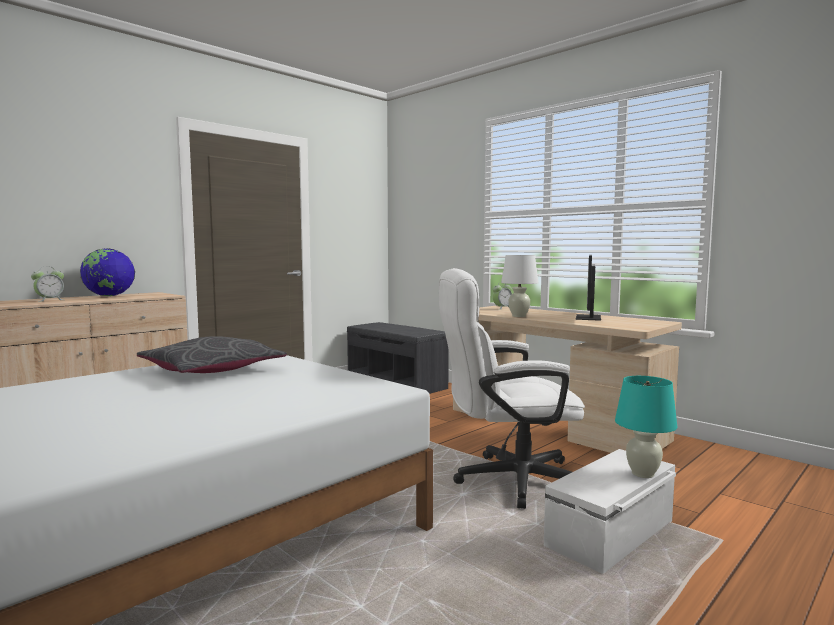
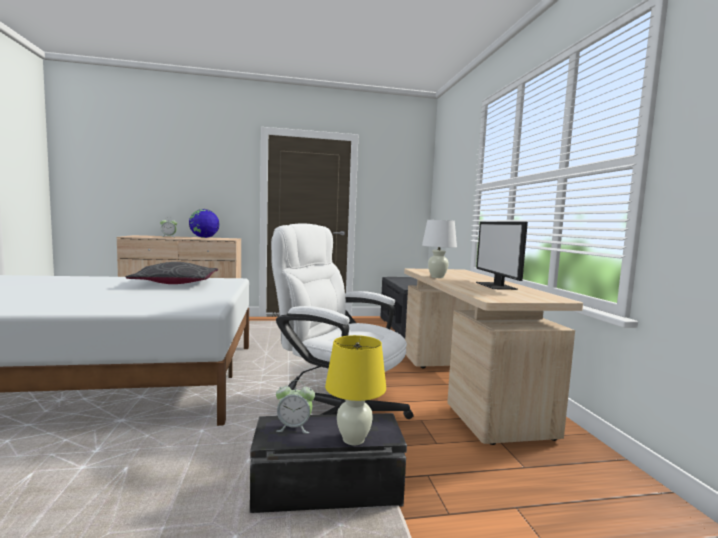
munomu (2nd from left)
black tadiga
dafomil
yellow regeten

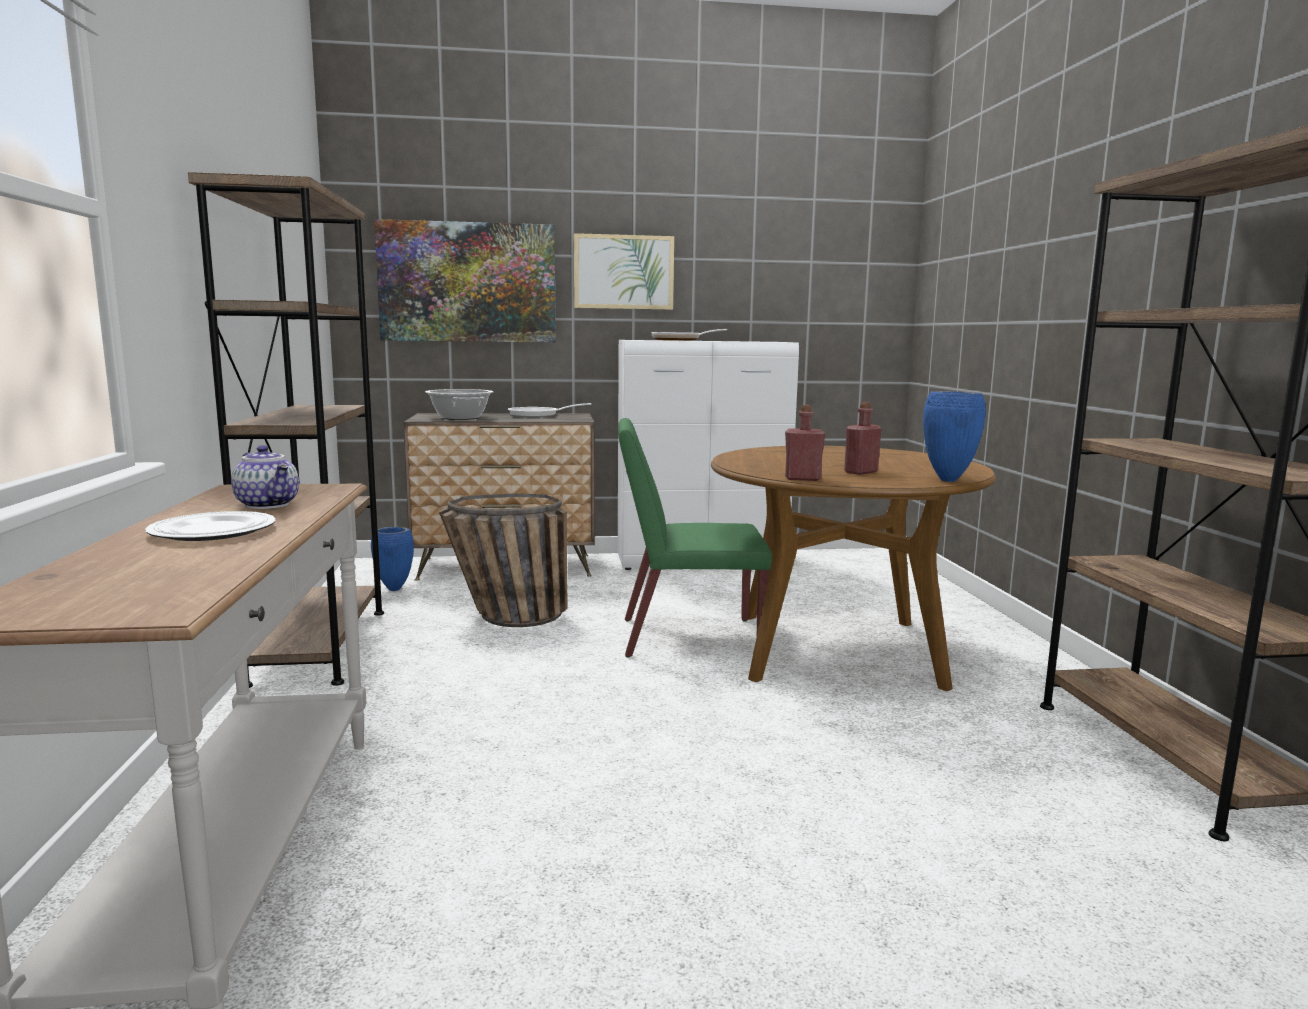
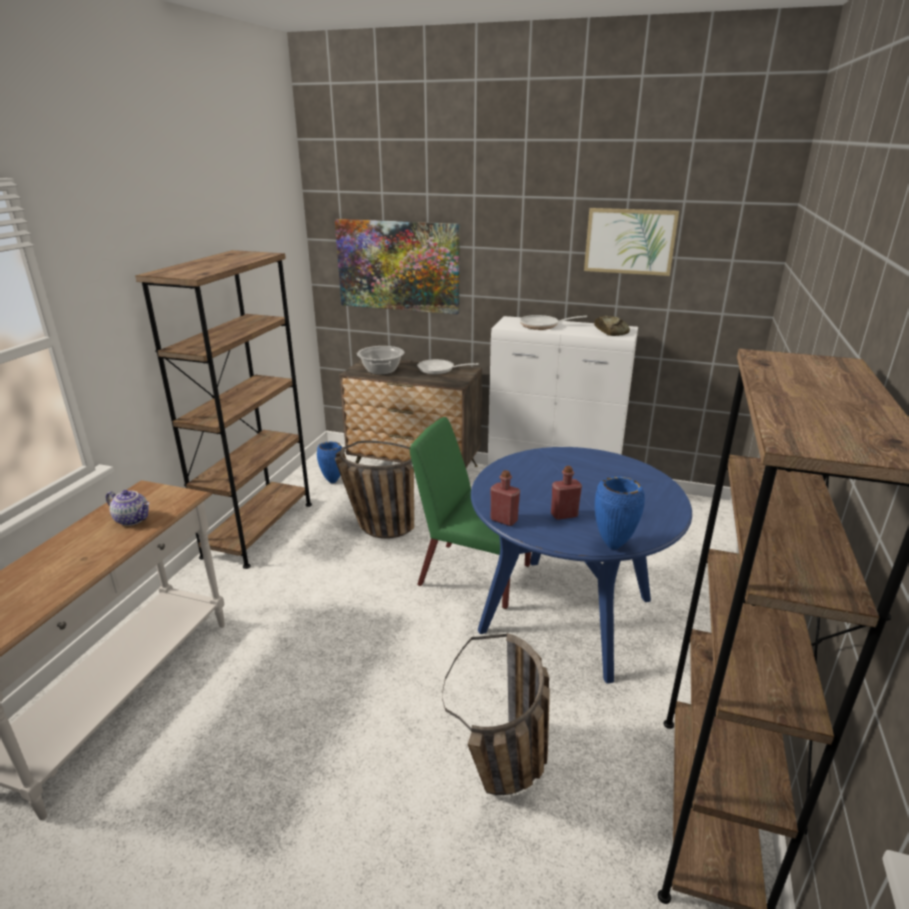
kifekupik
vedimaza
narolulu (2nd from left)
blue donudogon
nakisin (2nd from left)
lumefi

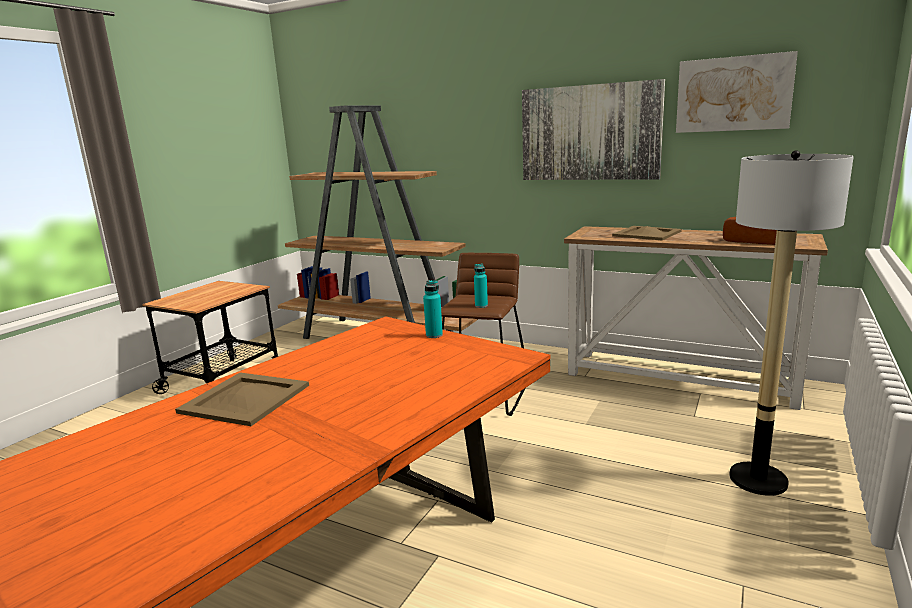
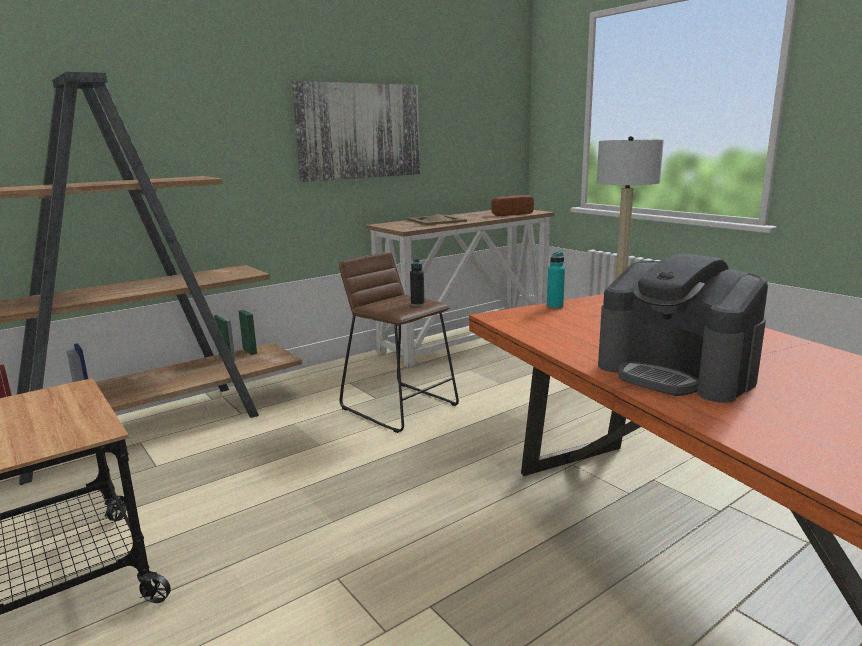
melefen
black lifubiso
narolulu (2nd from left in the first image)

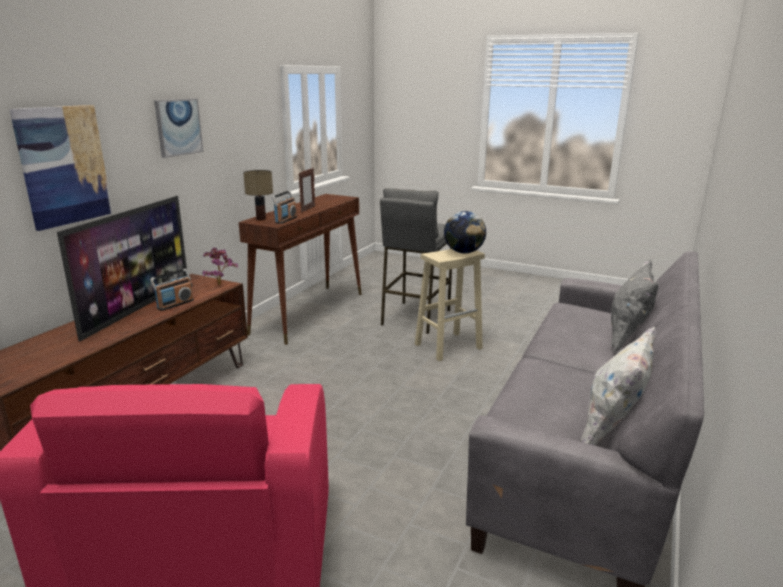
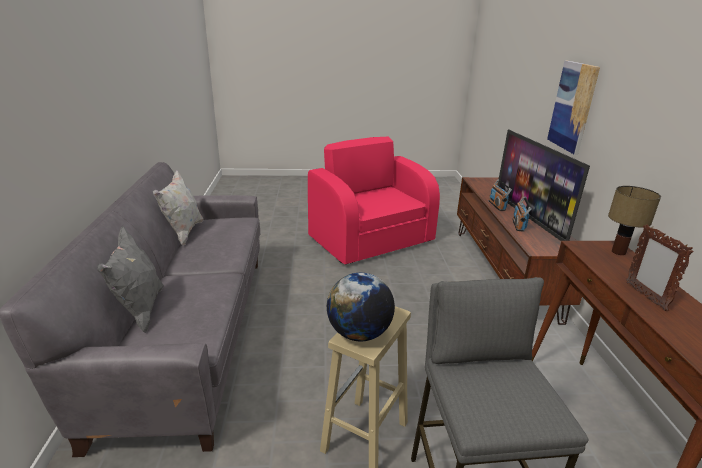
narolulu (2nd from left in the first image)
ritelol
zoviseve (1st from left)

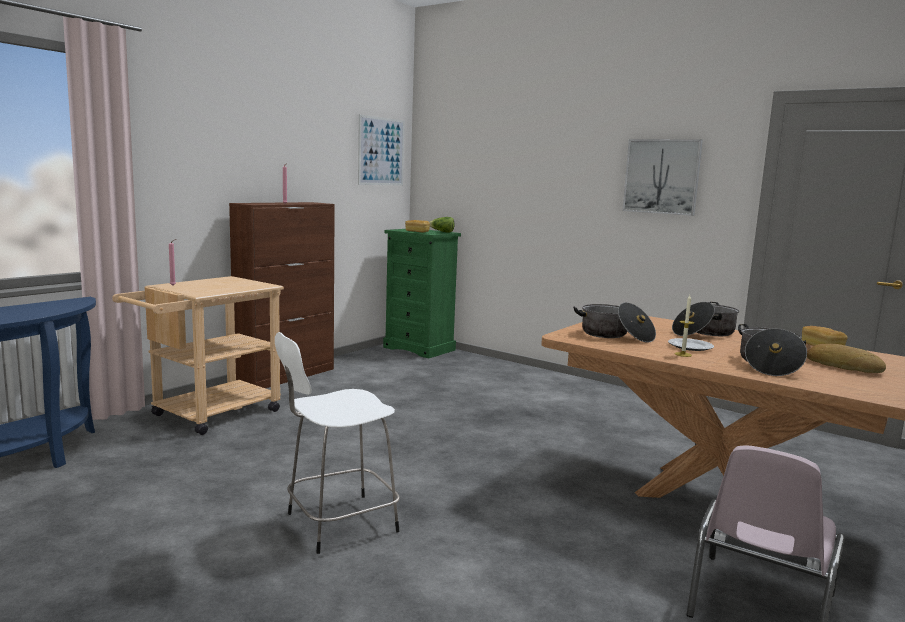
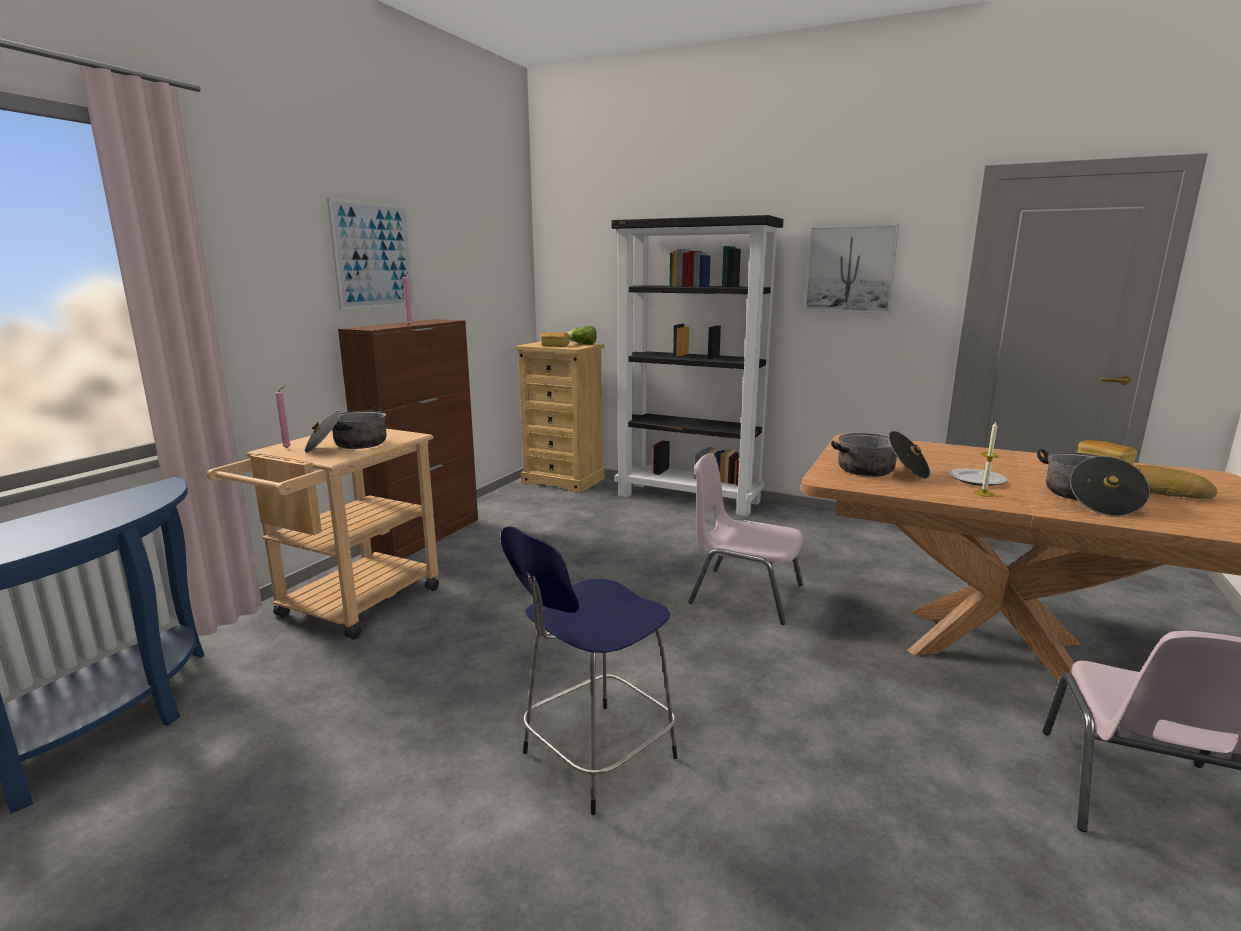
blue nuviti
narolulu (1st from left)
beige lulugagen
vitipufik (1st from left)
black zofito
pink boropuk (1st from left)

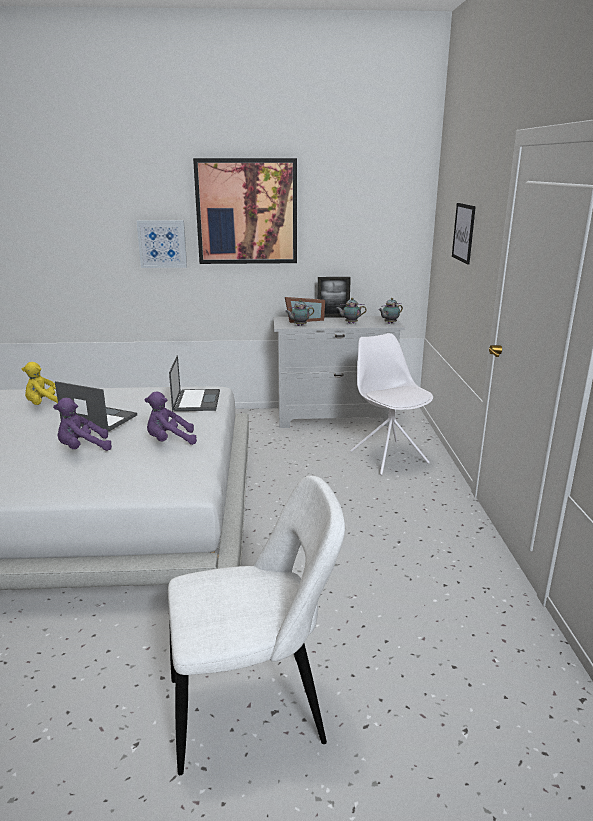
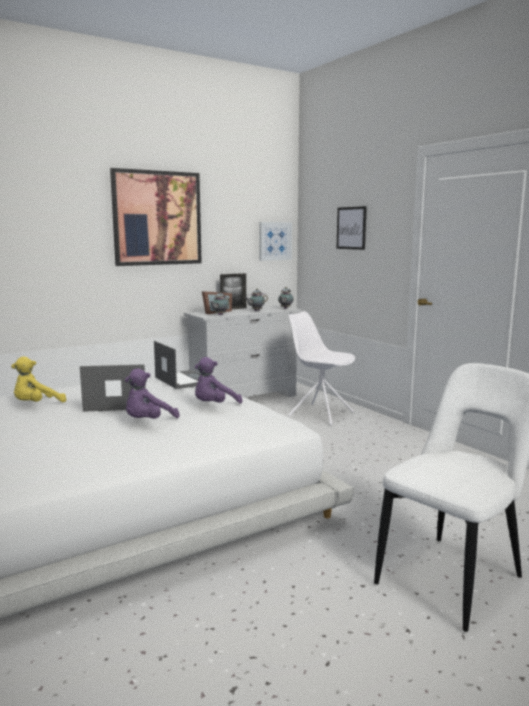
narolulu (2nd from left)

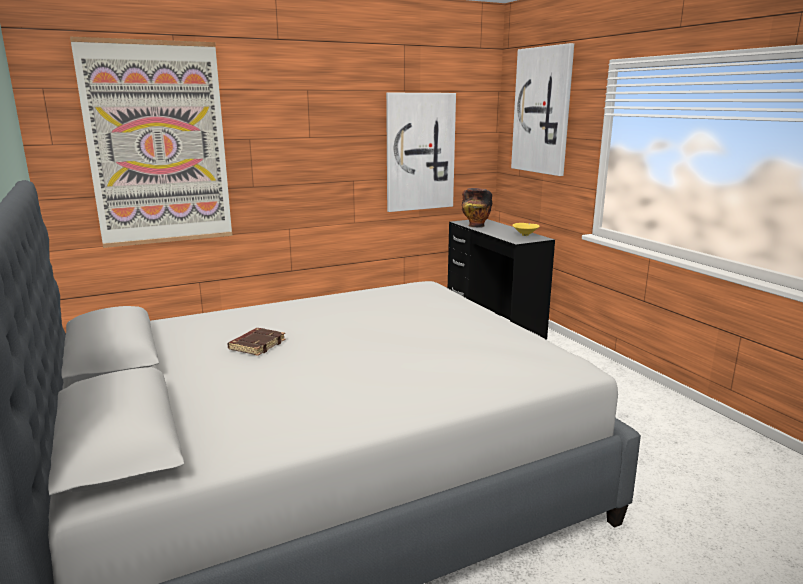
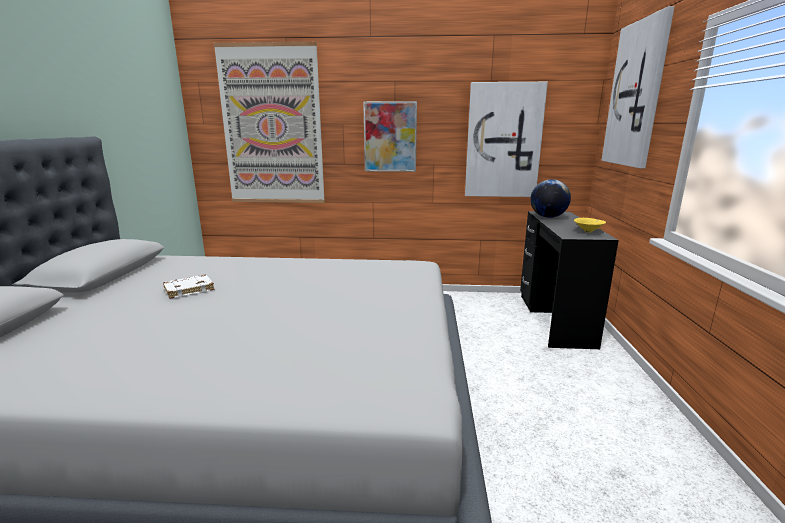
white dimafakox
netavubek
narolulu (2nd from left)

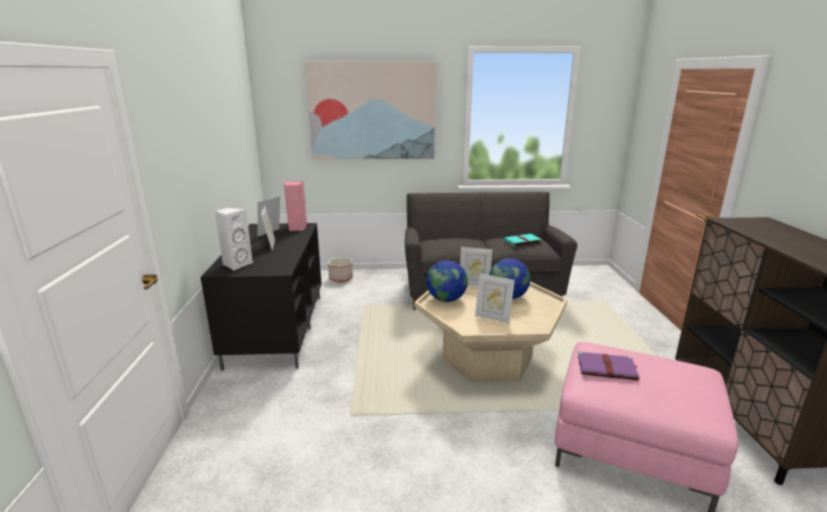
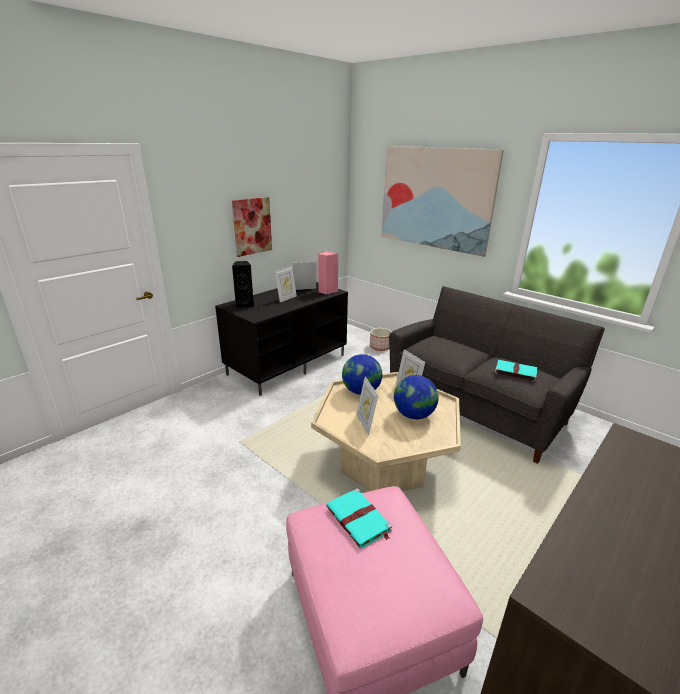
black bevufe
turquoise dimafakox (1st from left)
narolulu (1st from left)

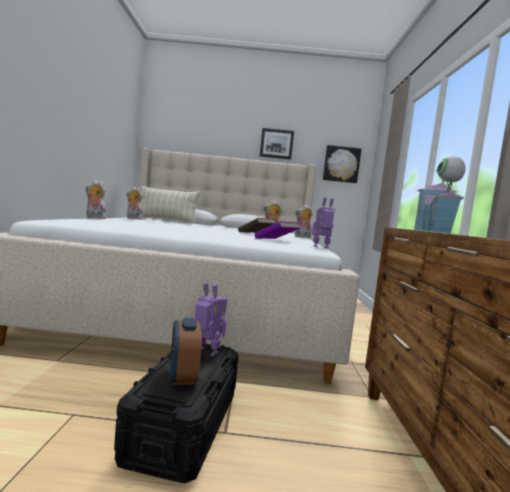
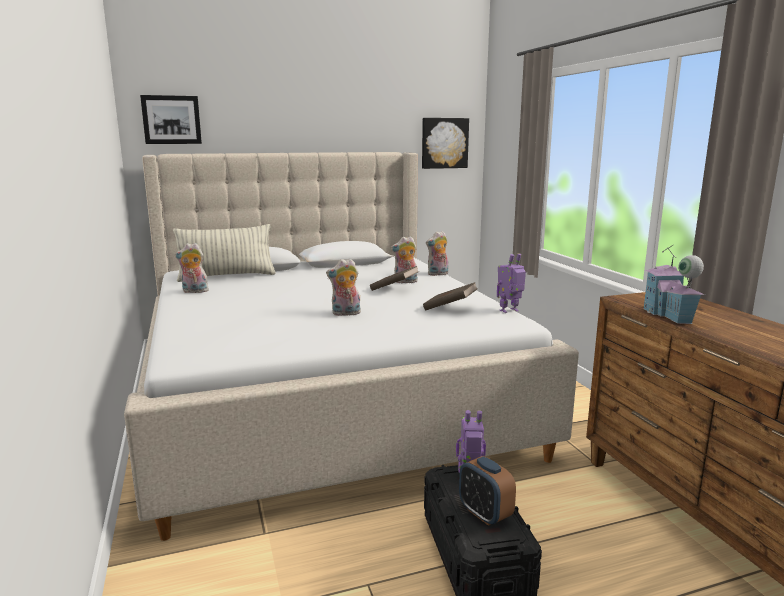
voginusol (2nd from left)
brown dimafakox (2nd from left)
narolulu (1st from left)

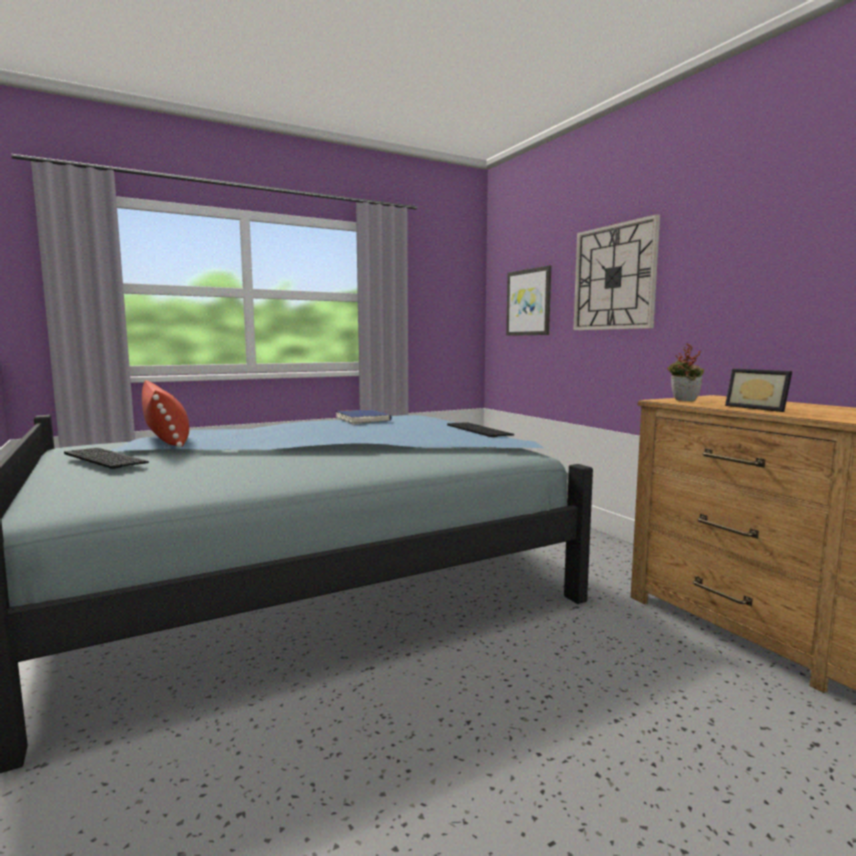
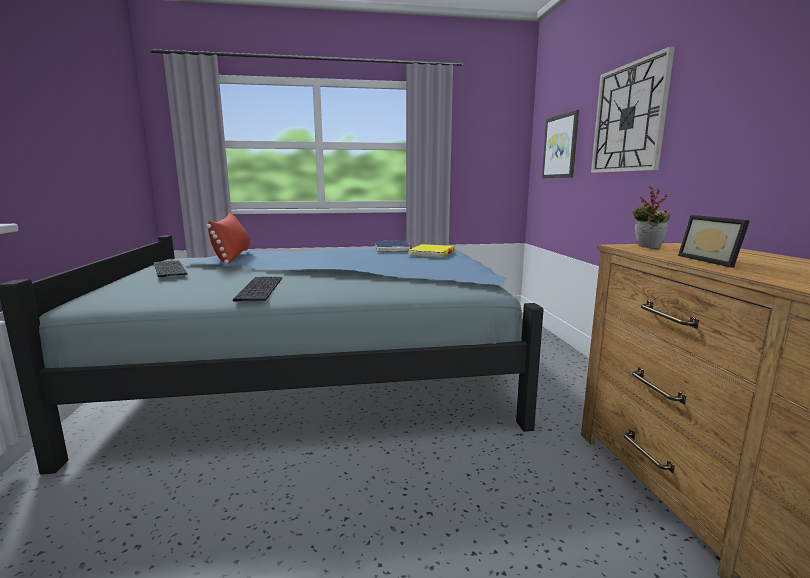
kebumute (2nd from left)
yellow dimafakox

